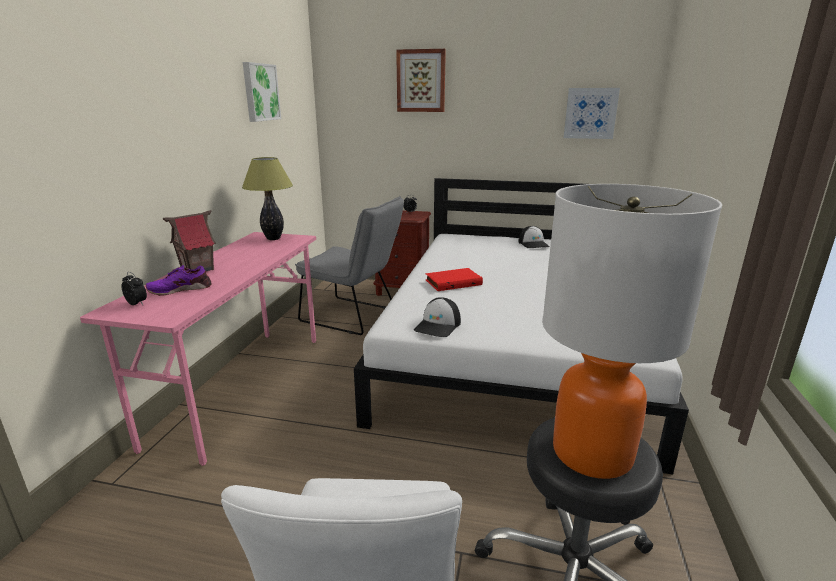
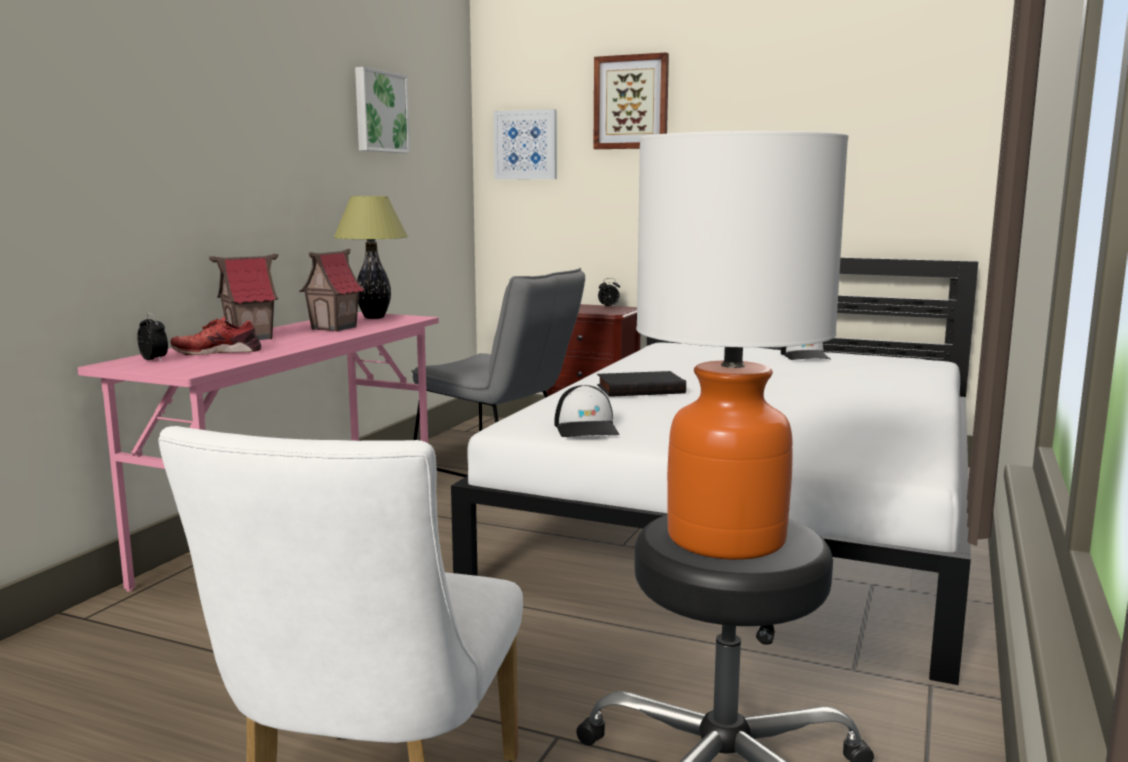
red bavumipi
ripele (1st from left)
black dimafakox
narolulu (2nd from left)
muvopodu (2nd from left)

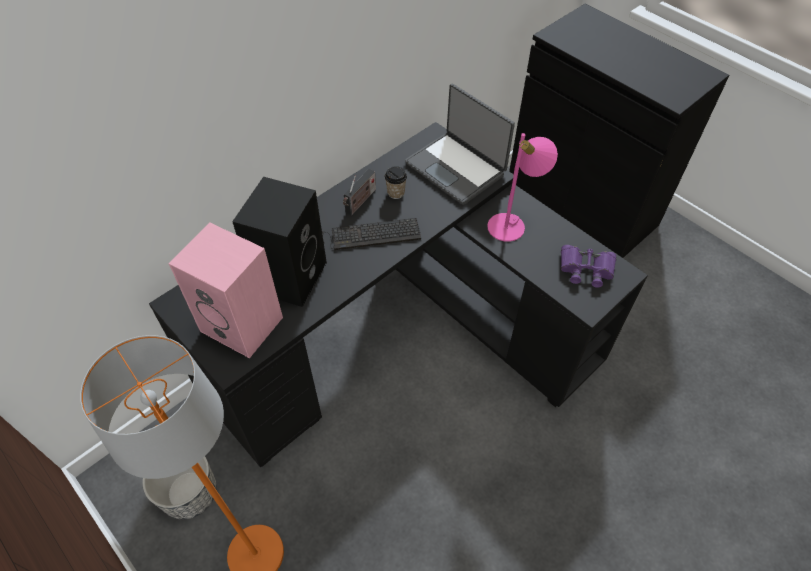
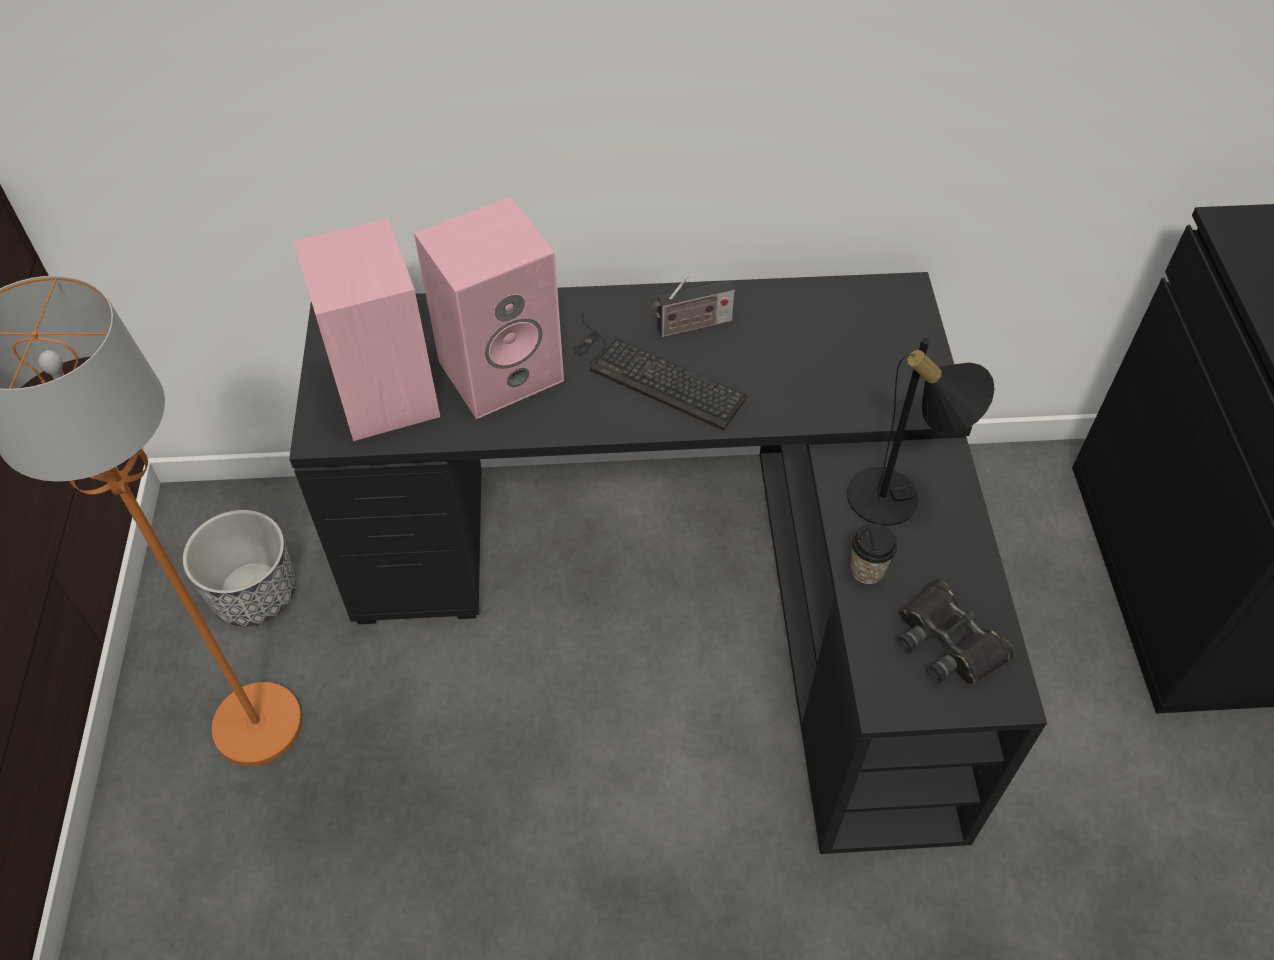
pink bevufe (2nd from left)
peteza
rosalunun
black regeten
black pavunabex

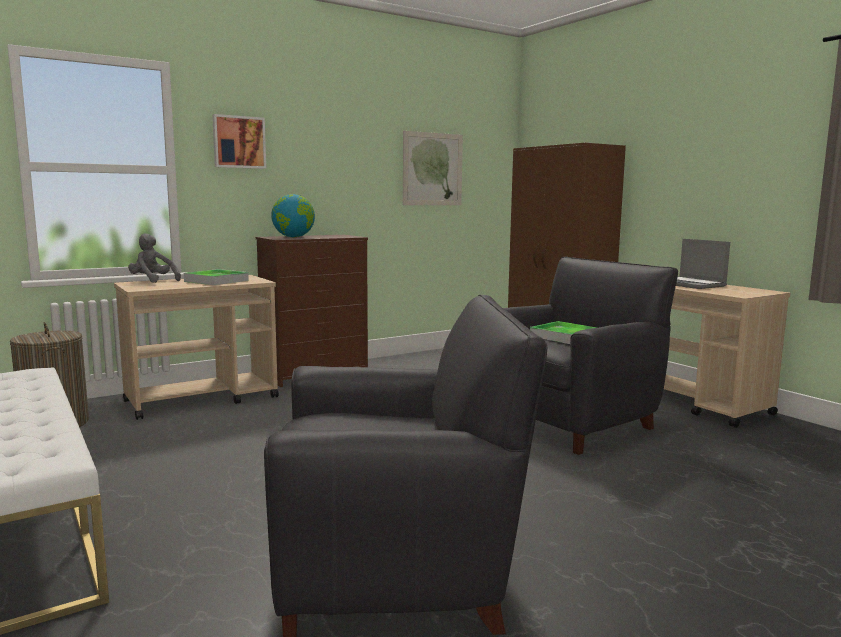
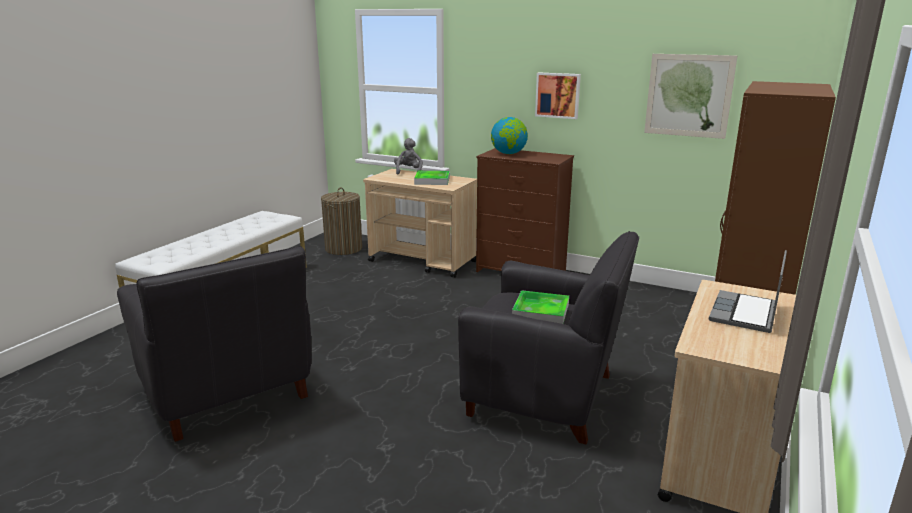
narolulu (1st from left)

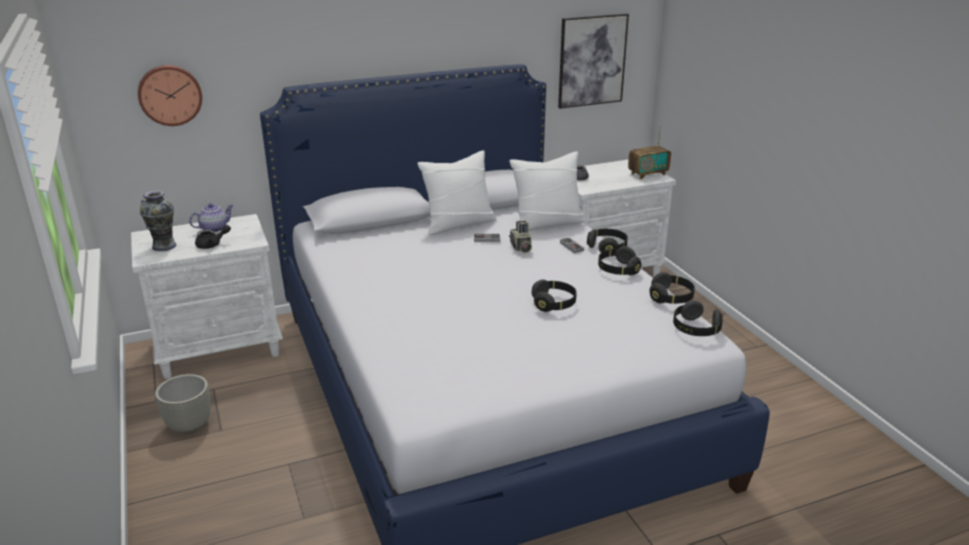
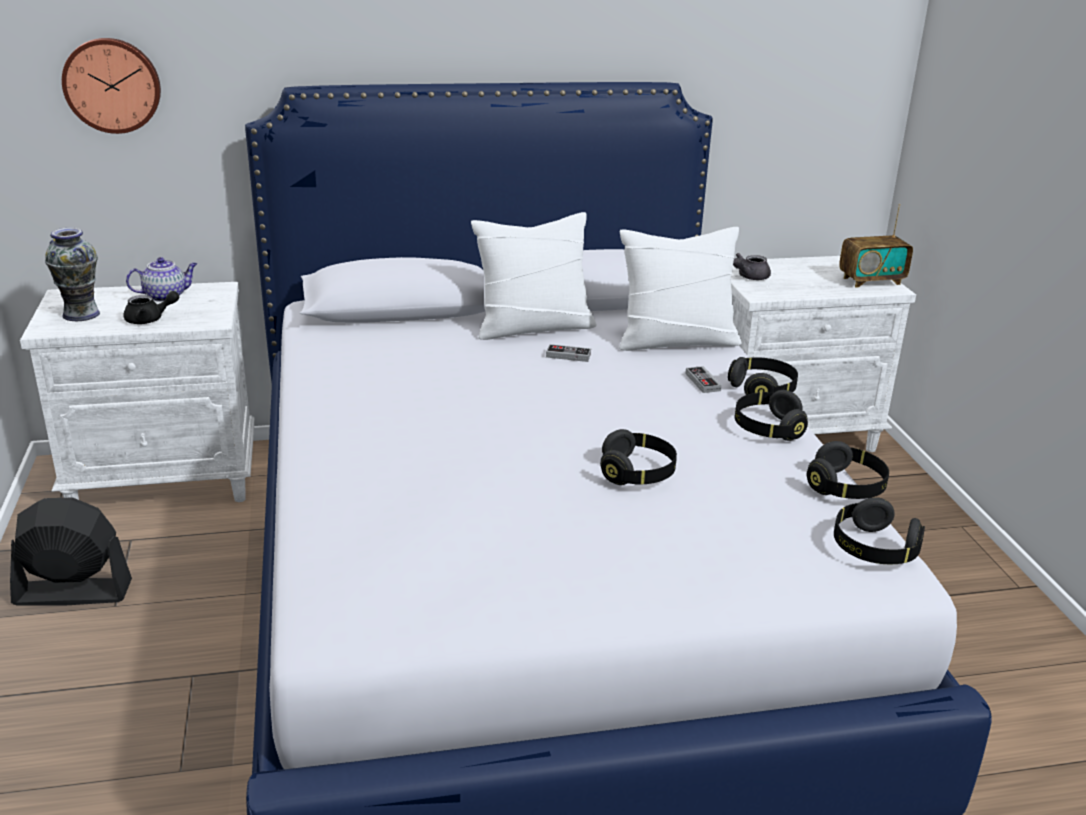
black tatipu
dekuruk
narolulu

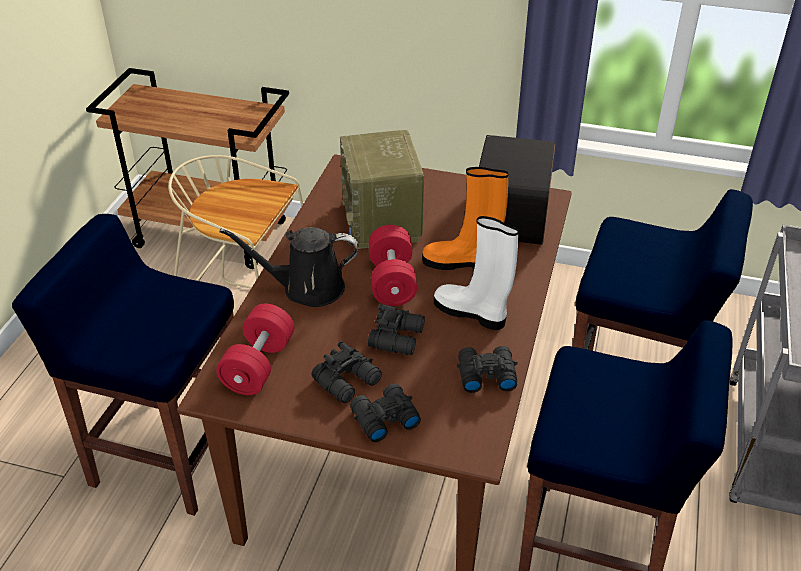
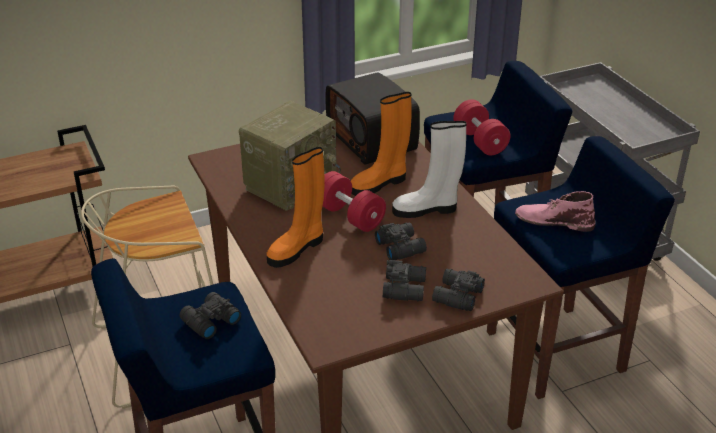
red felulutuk (2nd from left)
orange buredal (1st from left)
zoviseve (1st from left)
black pavunabex (1st from left)
pink buredal

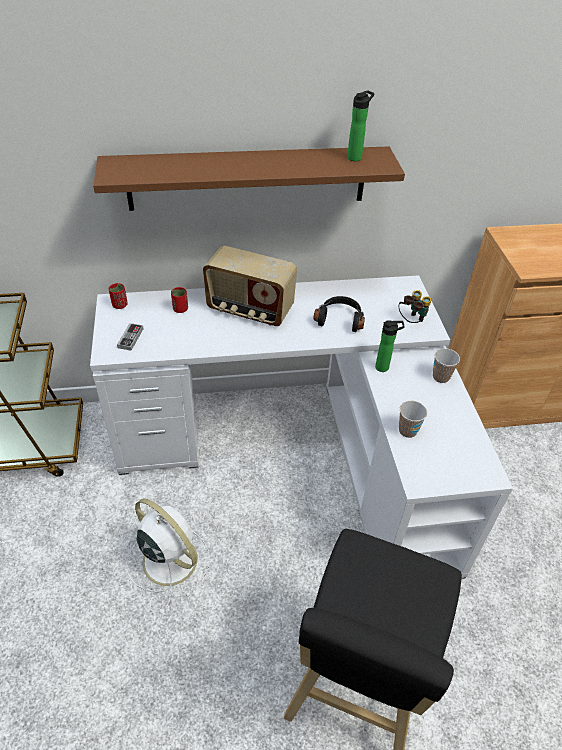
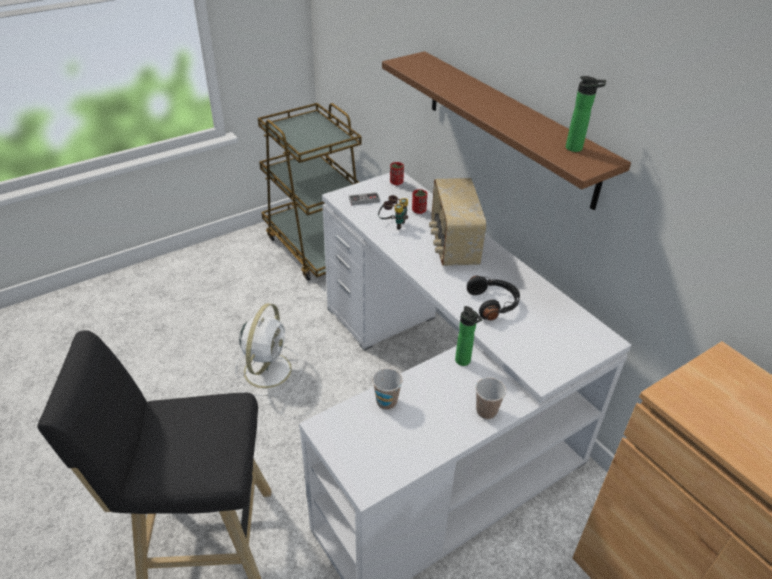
pavunabex

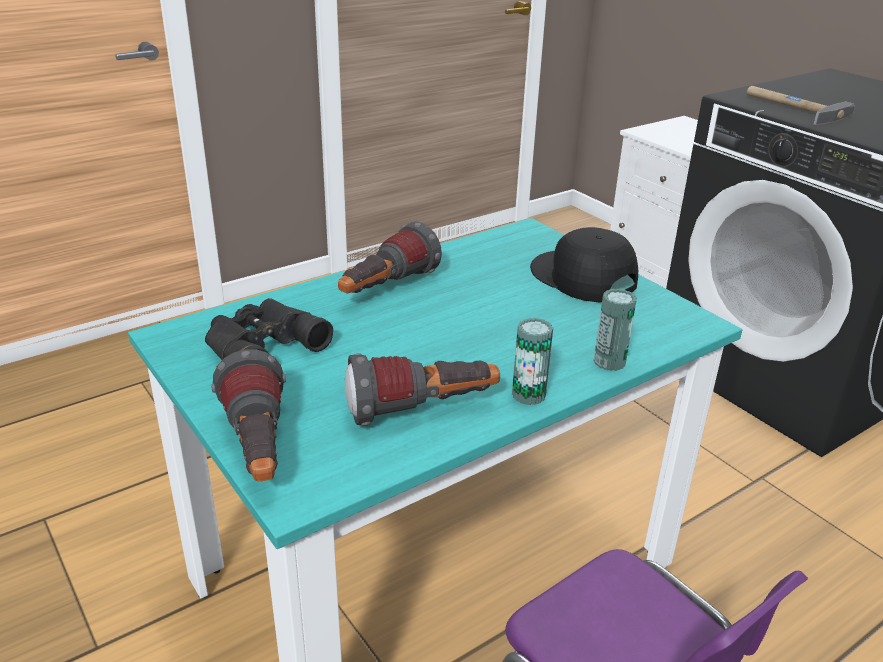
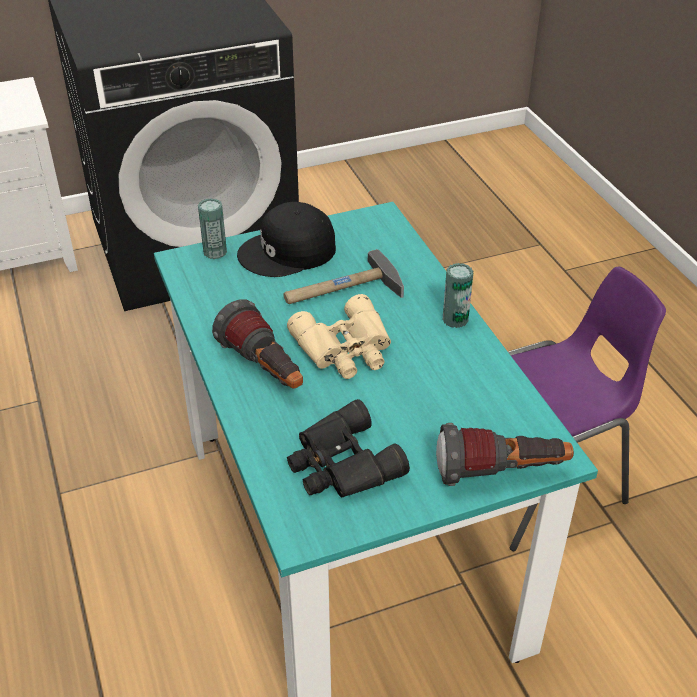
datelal (3rd from left in the first image)
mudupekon (1st from left)
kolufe
beige pavunabex

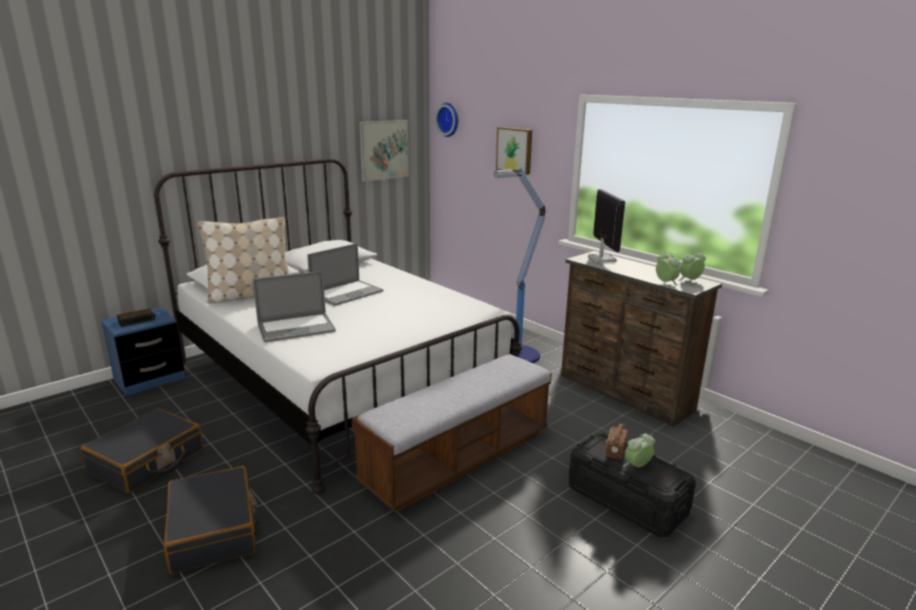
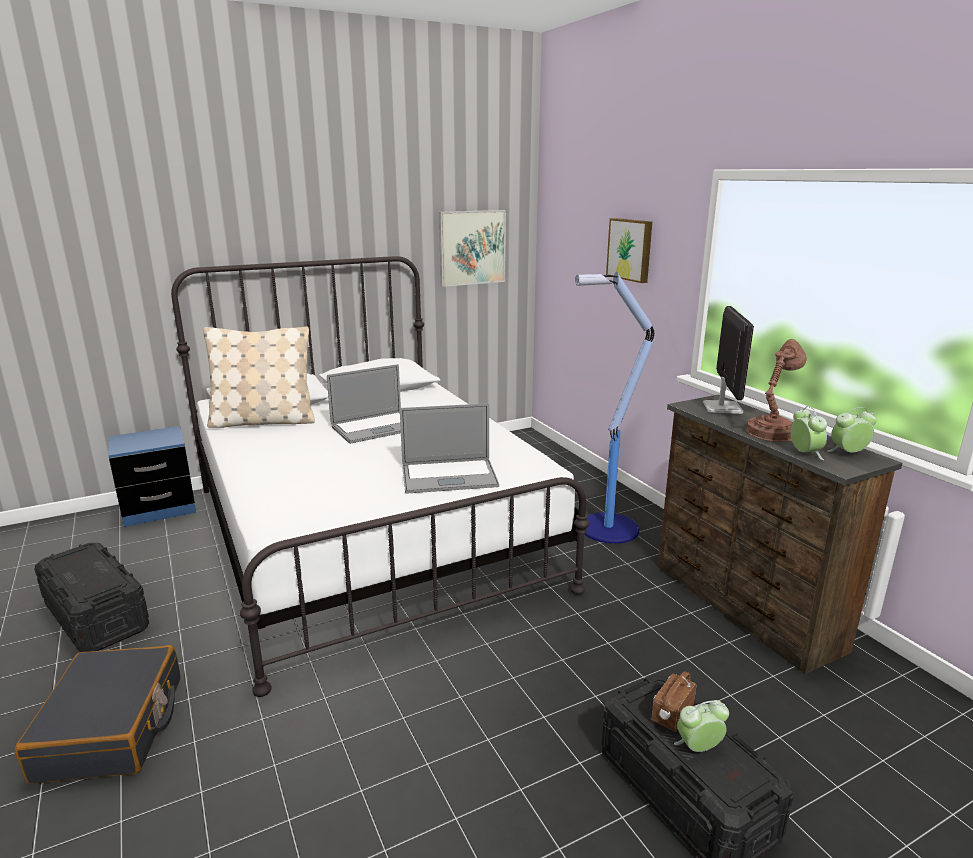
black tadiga (1st from left)
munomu (1st from left in the first image)
rosalunun (2nd from left)
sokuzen
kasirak
brown regeten

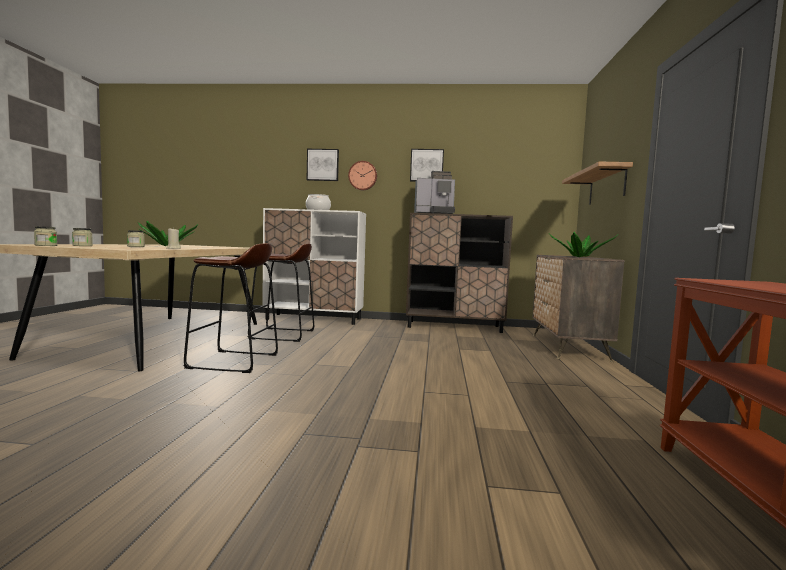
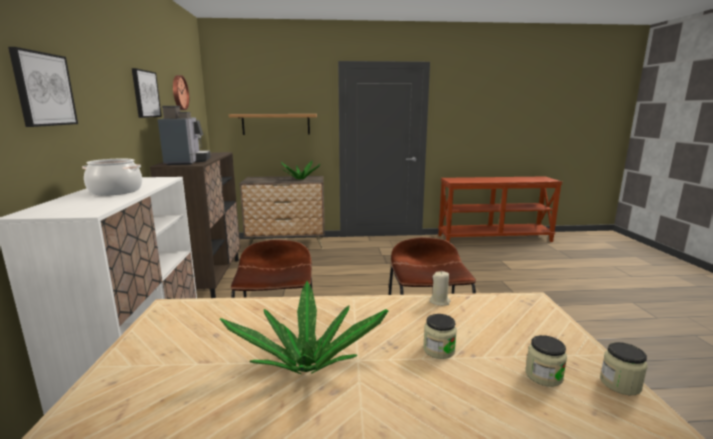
kasirak

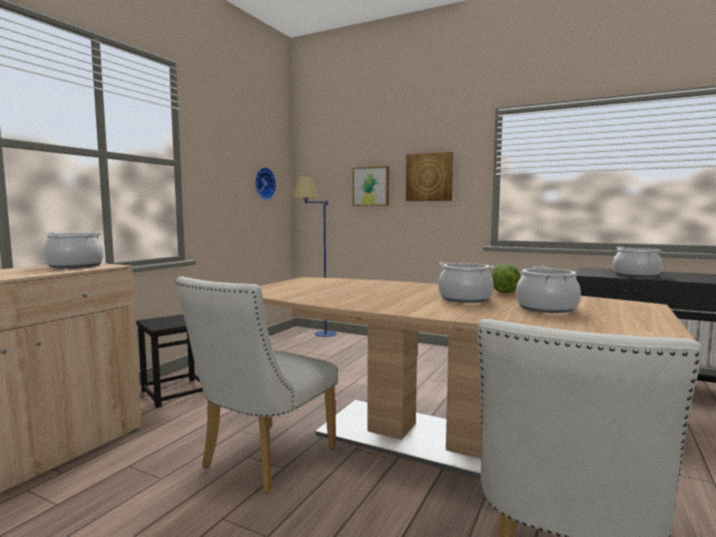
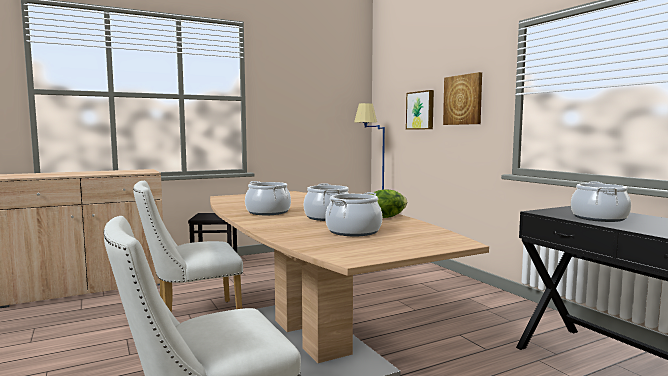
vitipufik (1st from left)
kasirak

